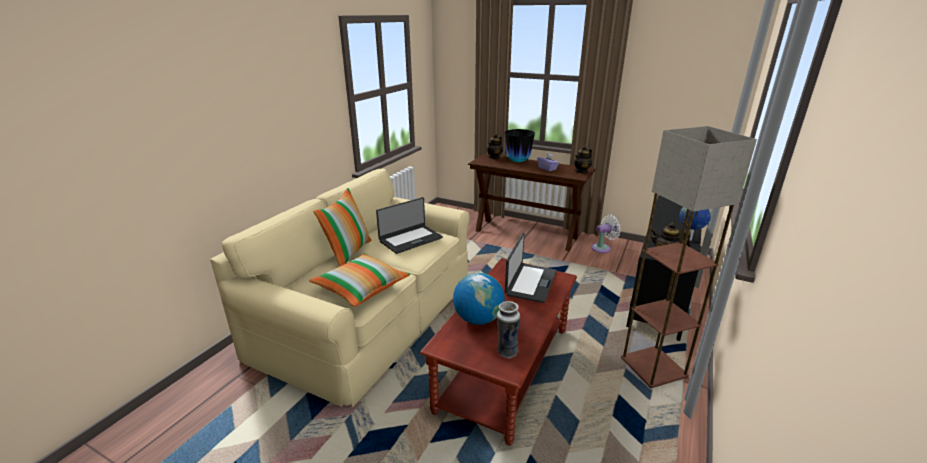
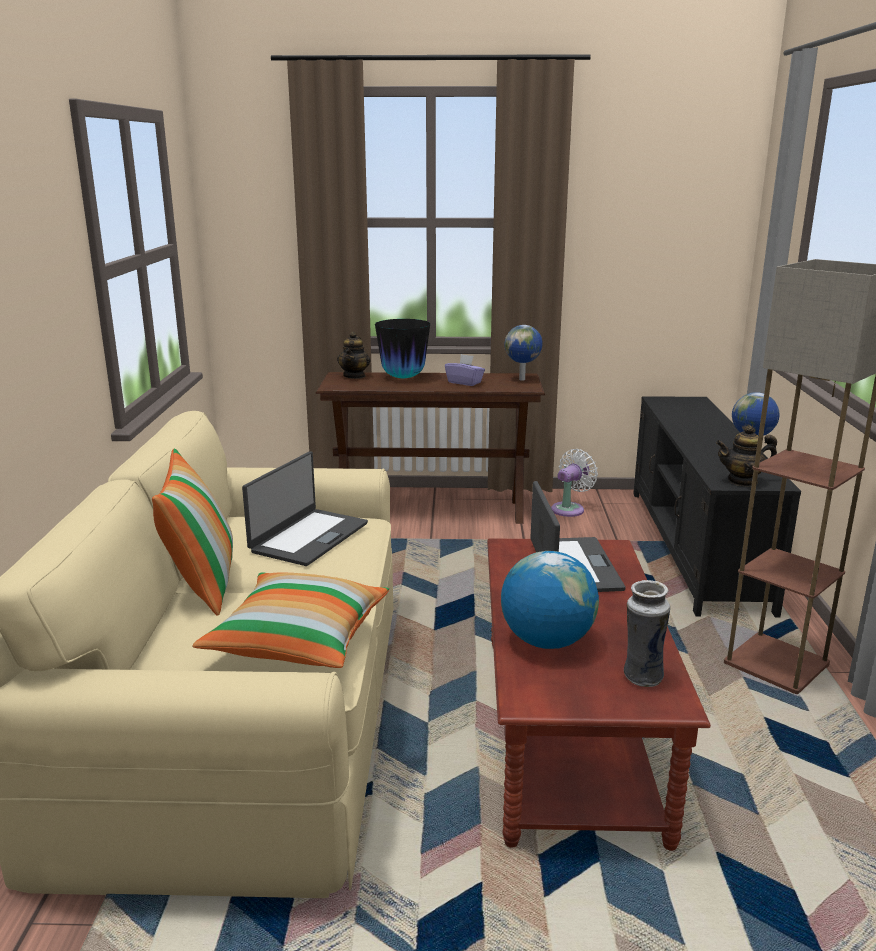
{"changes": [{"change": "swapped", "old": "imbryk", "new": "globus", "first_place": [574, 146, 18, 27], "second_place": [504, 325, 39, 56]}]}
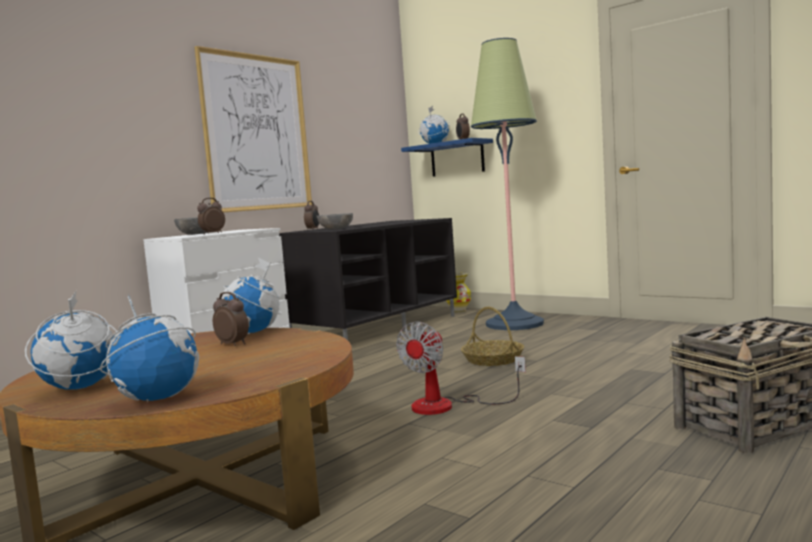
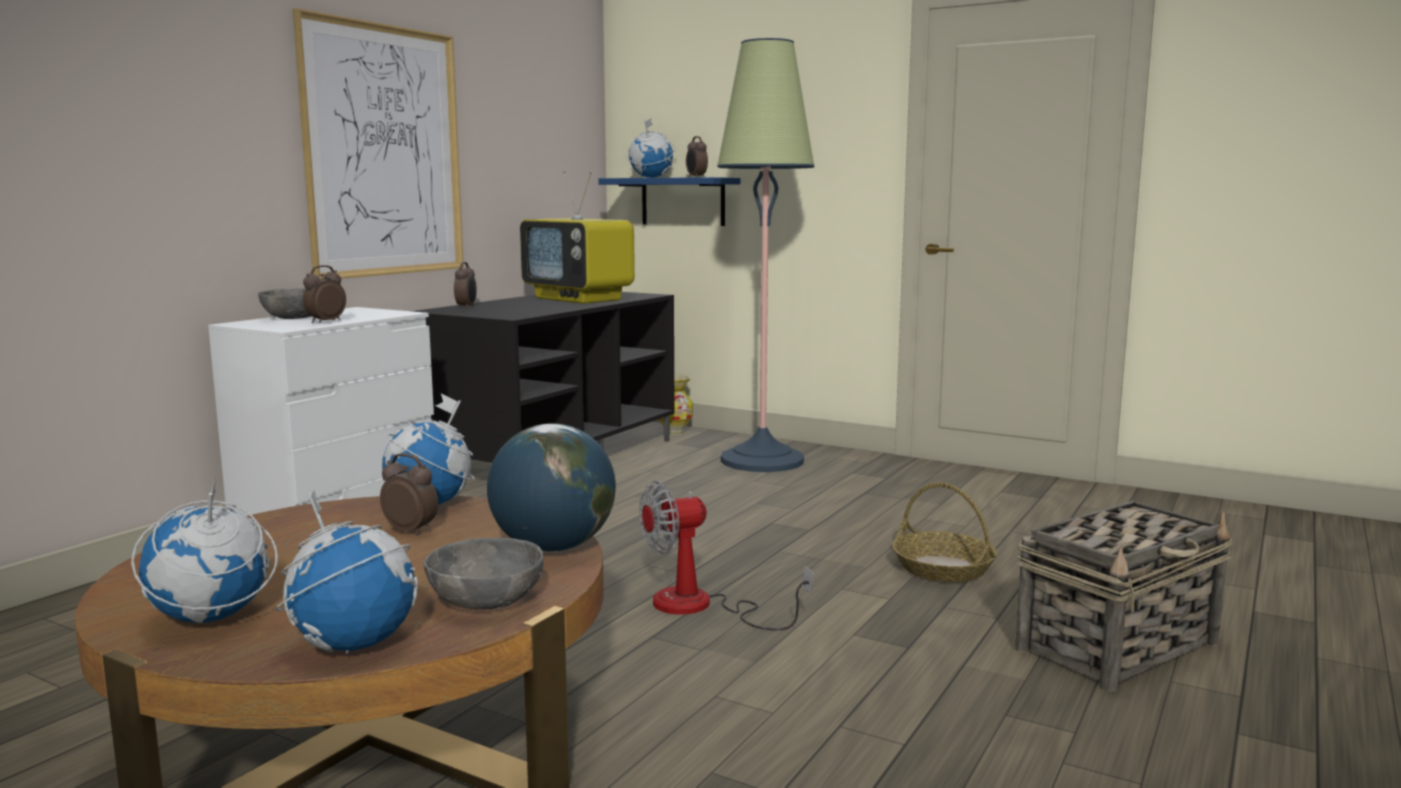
{"changes": [{"change": "shifted", "old": "miska (szary)", "first_place": [317, 213, 36, 16], "second_place": [423, 538, 121, 72]}, {"change": "new", "new": "globus", "second_place": [487, 423, 129, 129]}, {"change": "new", "new": "telewizor", "second_place": [520, 171, 115, 133]}, {"change": "rotated", "old": "wentylator", "first_place": [396, 321, 130, 94], "second_place": [639, 481, 174, 149], "degrees": 45}, {"change": "shifted", "old": "koszyk", "first_place": [461, 307, 63, 59], "second_place": [892, 483, 106, 99]}]}
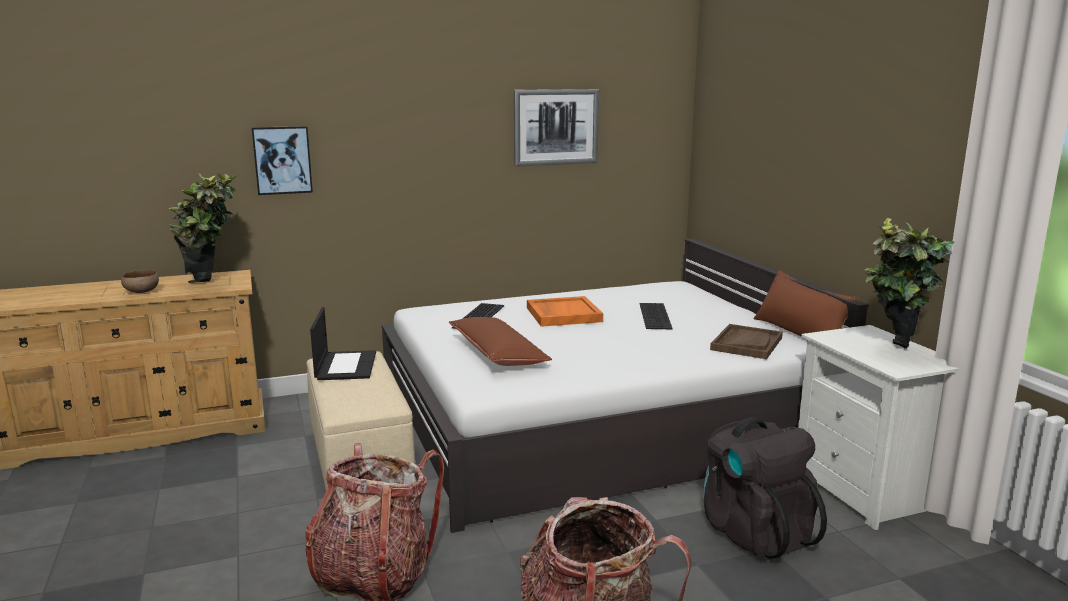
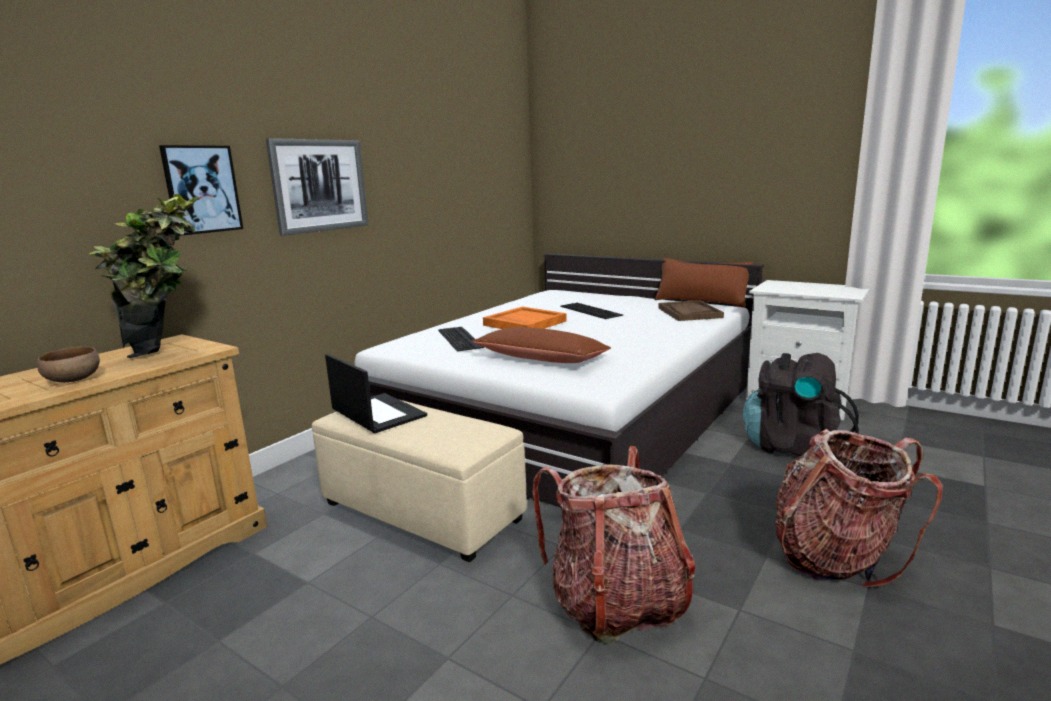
{"changes": [{"change": "shifted", "old": "obraz", "first_place": [514, 89, 85, 77], "second_place": [266, 138, 103, 98]}, {"change": "gone", "old": "roślina doniczkowa", "first_place": [864, 218, 91, 131]}]}
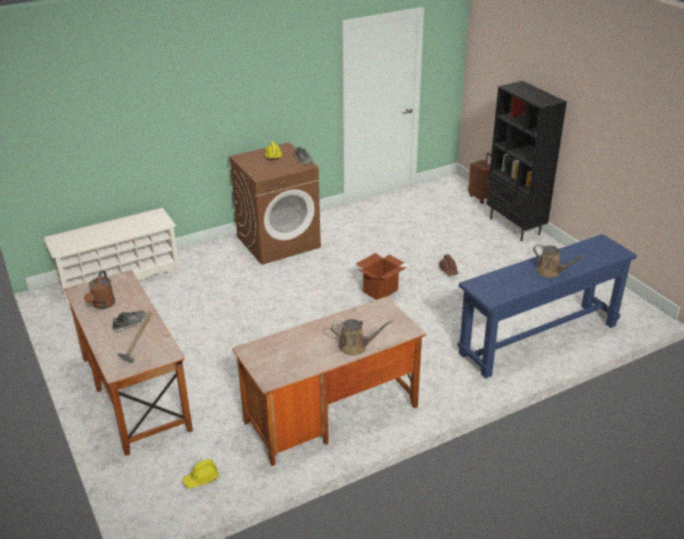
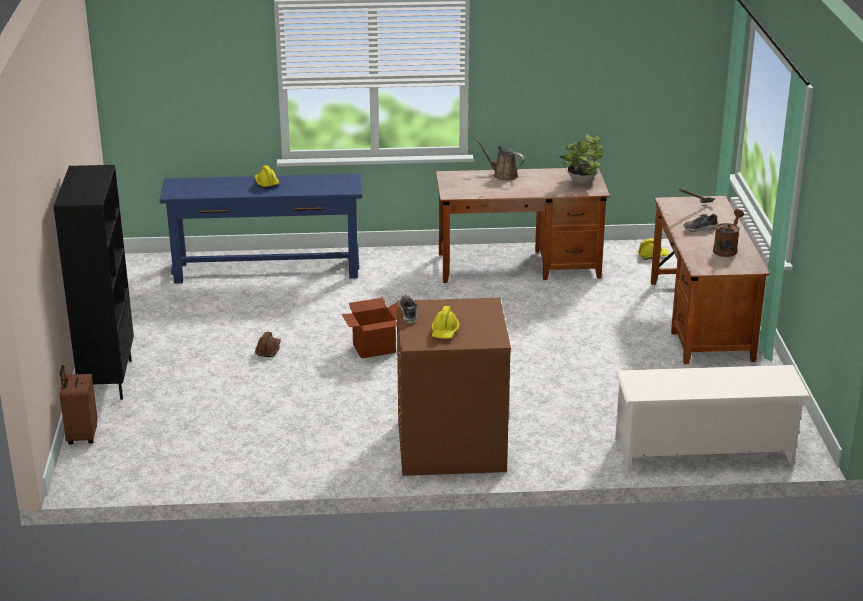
{"changes": [{"change": "swapped", "old": "konewka (brązowy)", "new": "kask (żółty)", "first_place": [533, 244, 53, 34], "second_place": [254, 165, 25, 24]}, {"change": "new", "new": "roślina doniczkowa", "second_place": [560, 134, 43, 50]}]}
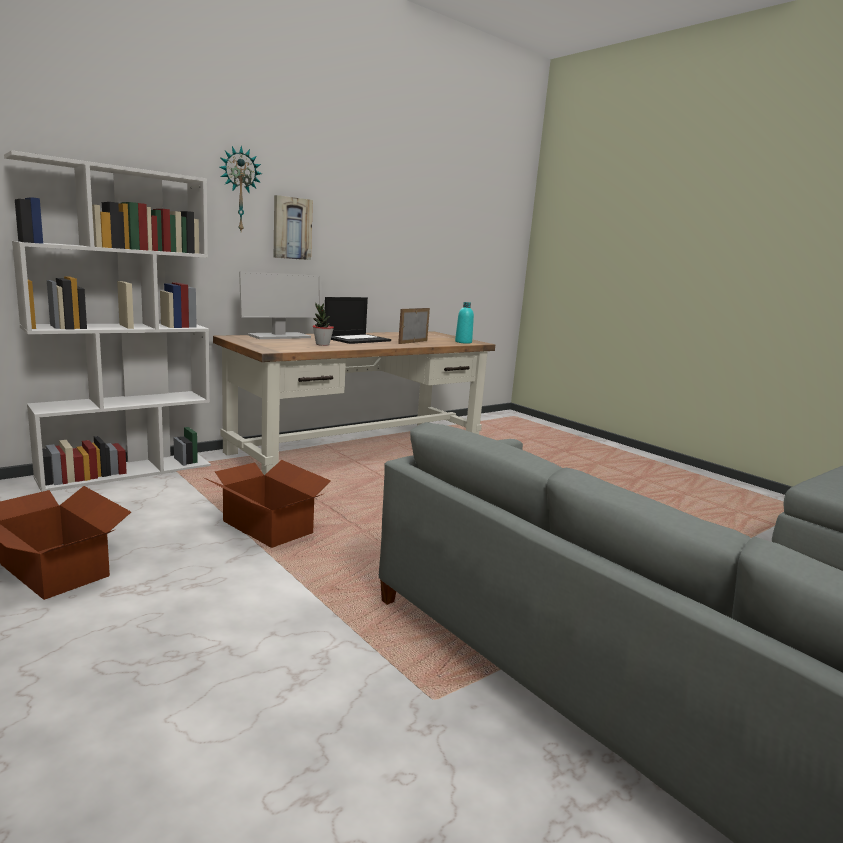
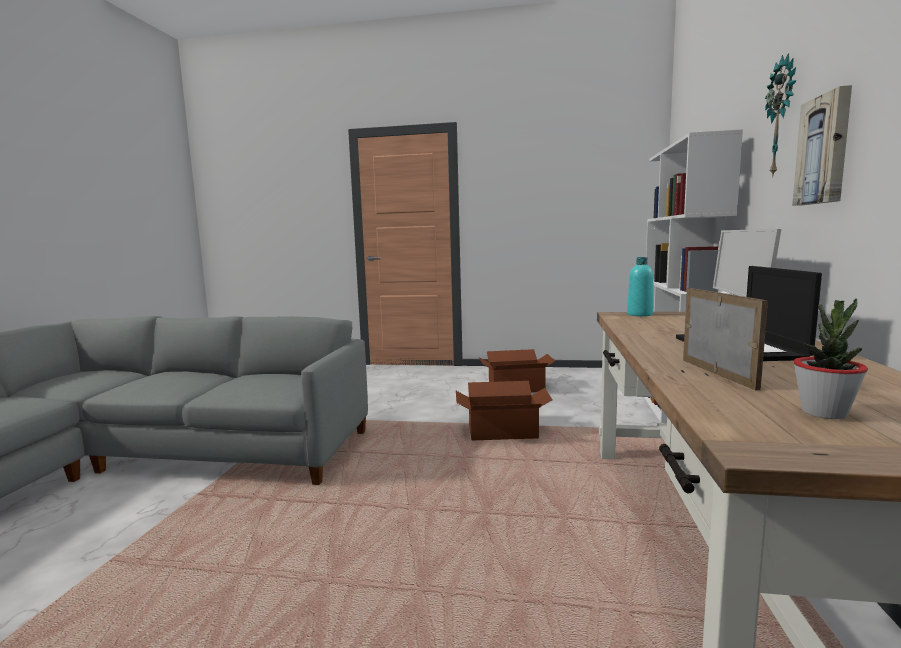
{"changes": [{"change": "shifted", "old": "butelka (turkusowy)", "first_place": [455, 302, 19, 42], "second_place": [627, 257, 26, 59]}, {"change": "shifted", "old": "roślina doniczkowa", "first_place": [313, 303, 21, 43], "second_place": [793, 298, 75, 121]}]}
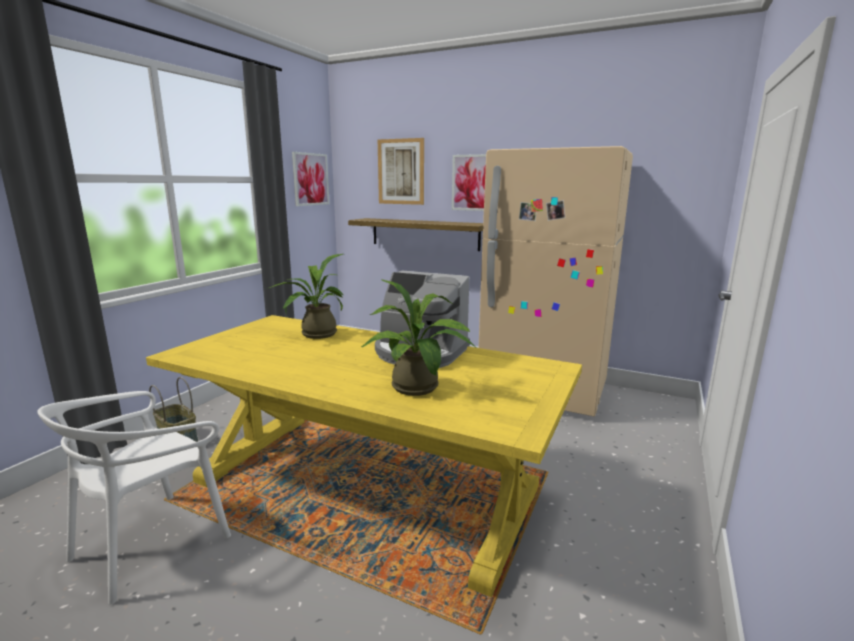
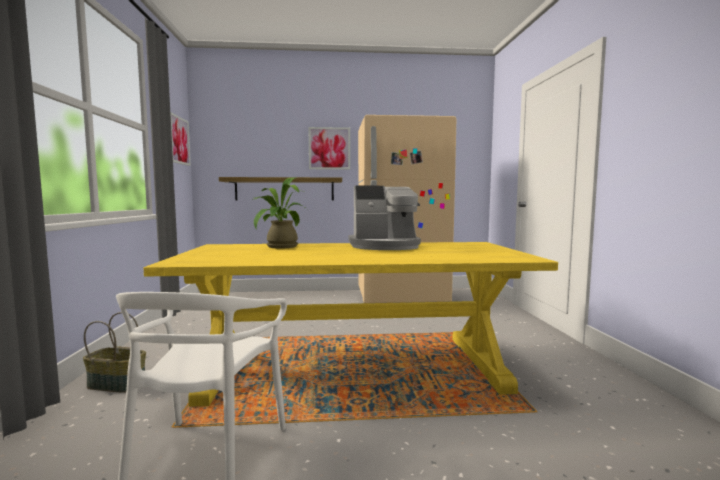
{"changes": [{"change": "gone", "old": "roślina doniczkowa", "first_place": [361, 279, 114, 117]}, {"change": "gone", "old": "obraz", "first_place": [378, 138, 46, 67]}]}
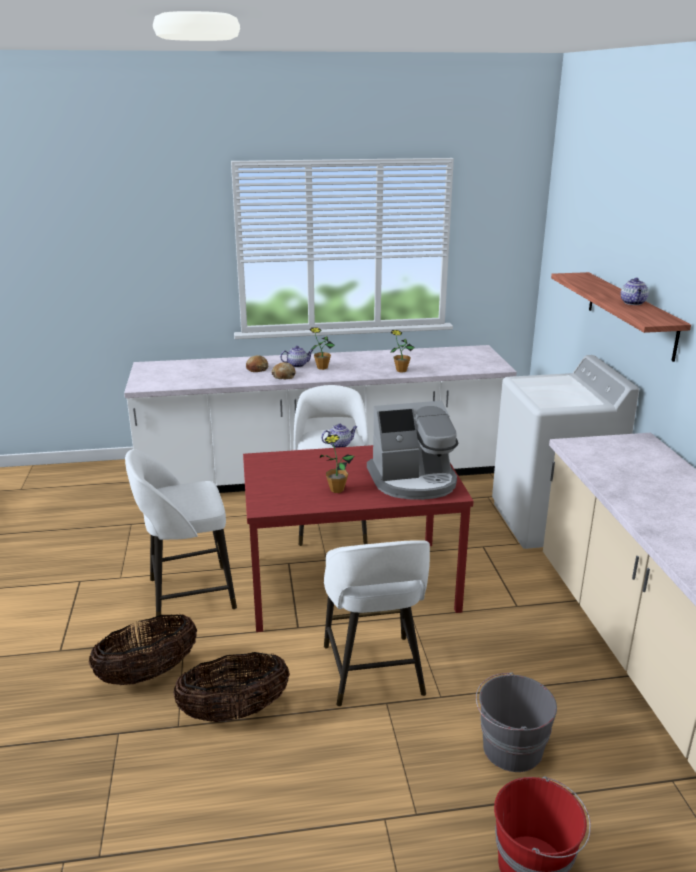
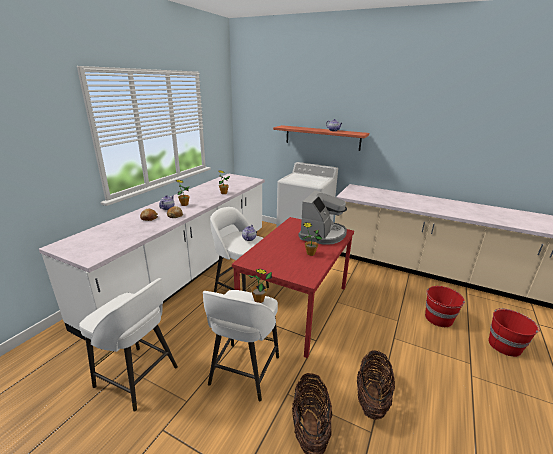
{"changes": [{"change": "shifted", "old": "stołek (biały)", "first_place": [324, 540, 106, 166], "second_place": [79, 278, 99, 133]}, {"change": "new", "new": "roślina doniczkowa", "second_place": [248, 269, 24, 34]}, {"change": "repainted", "old": "wiadro (szary)", "new": "wiadro (czerwony)", "first_place": [476, 672, 81, 100], "second_place": [425, 286, 40, 41]}]}
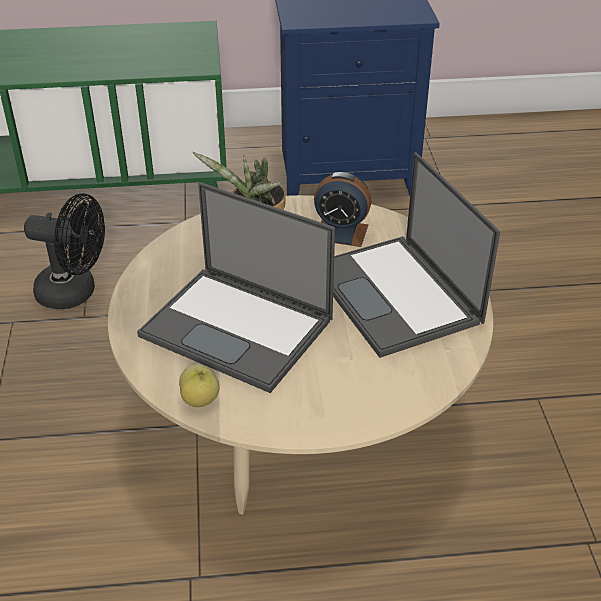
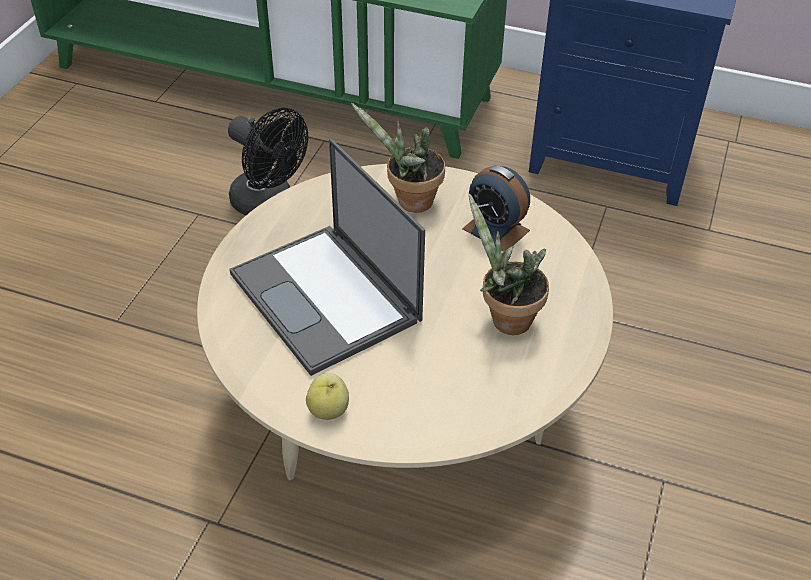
{"changes": [{"change": "shifted", "old": "jabłko", "first_place": [179, 364, 40, 43], "second_place": [306, 373, 43, 47]}, {"change": "swapped", "old": "laptop", "new": "roślina doniczkowa", "first_place": [333, 152, 167, 206], "second_place": [469, 194, 80, 141]}]}
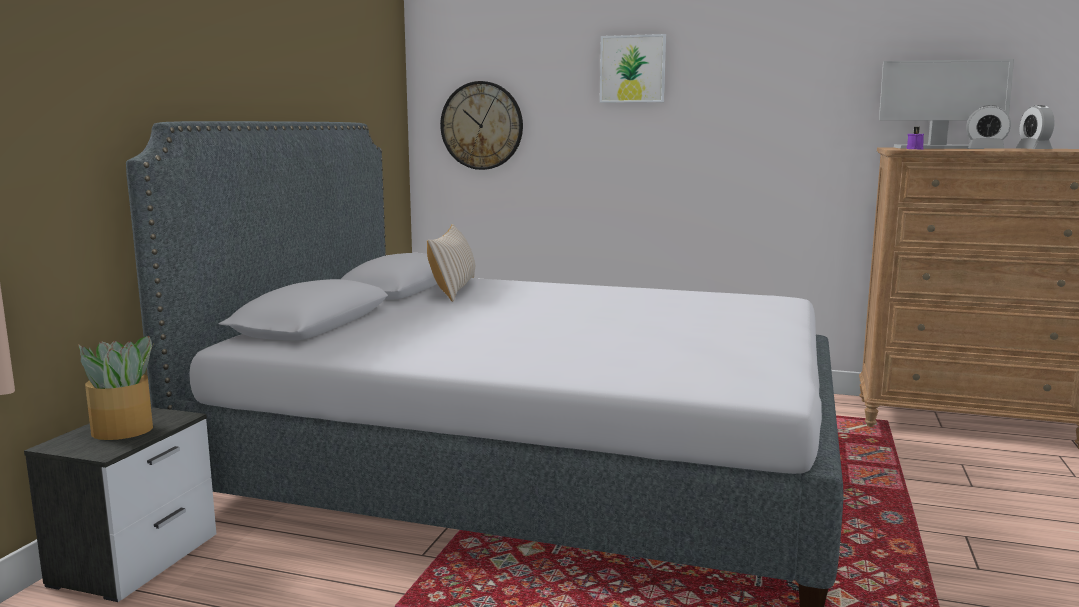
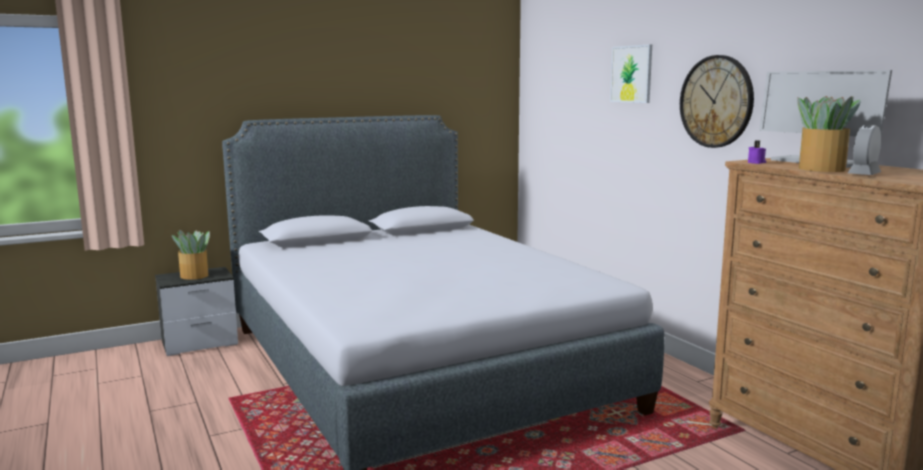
{"changes": [{"change": "shifted", "old": "zegar ścienny", "first_place": [440, 81, 83, 89], "second_place": [680, 55, 74, 93]}, {"change": "swapped", "old": "budzik", "new": "roślina doniczkowa", "first_place": [966, 105, 45, 44], "second_place": [797, 96, 63, 76]}, {"change": "gone", "old": "poduszka (beżowy)", "first_place": [427, 224, 48, 78]}]}
